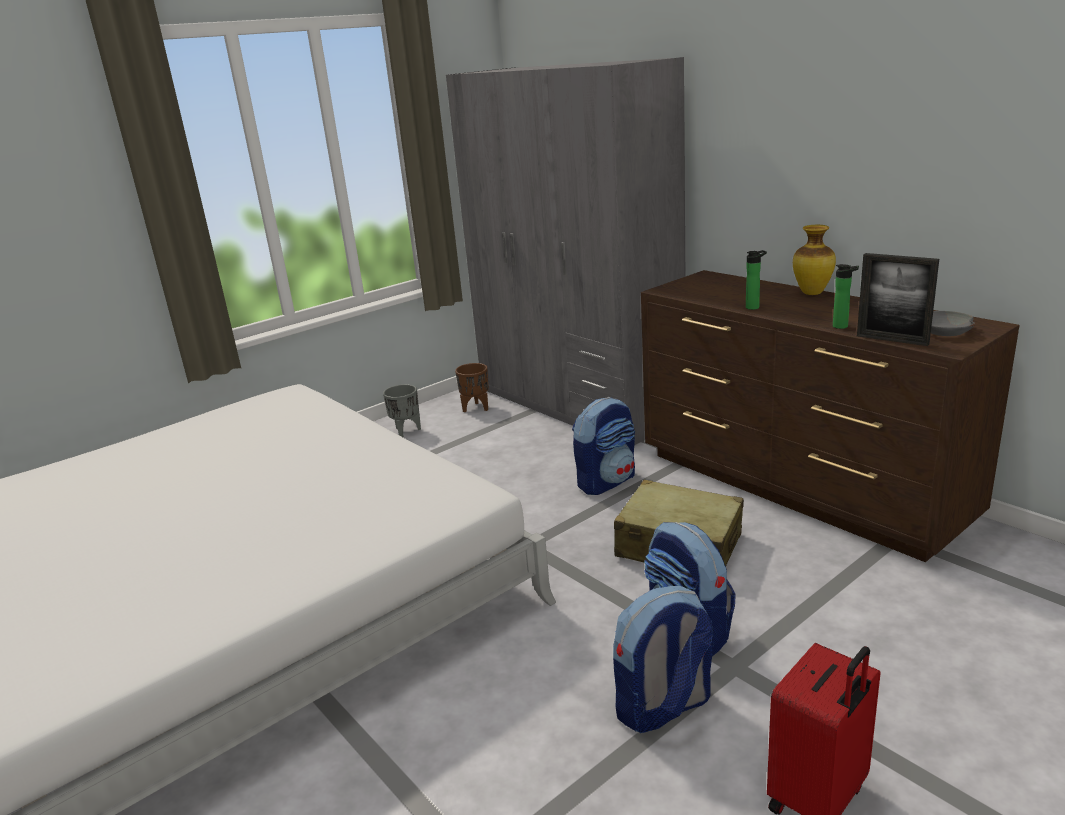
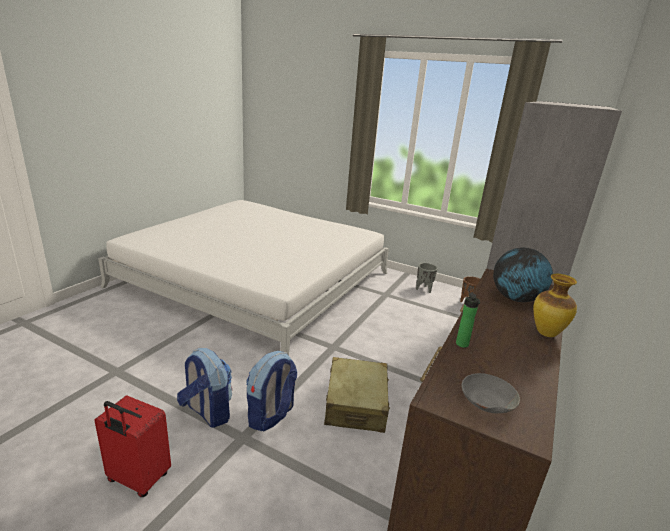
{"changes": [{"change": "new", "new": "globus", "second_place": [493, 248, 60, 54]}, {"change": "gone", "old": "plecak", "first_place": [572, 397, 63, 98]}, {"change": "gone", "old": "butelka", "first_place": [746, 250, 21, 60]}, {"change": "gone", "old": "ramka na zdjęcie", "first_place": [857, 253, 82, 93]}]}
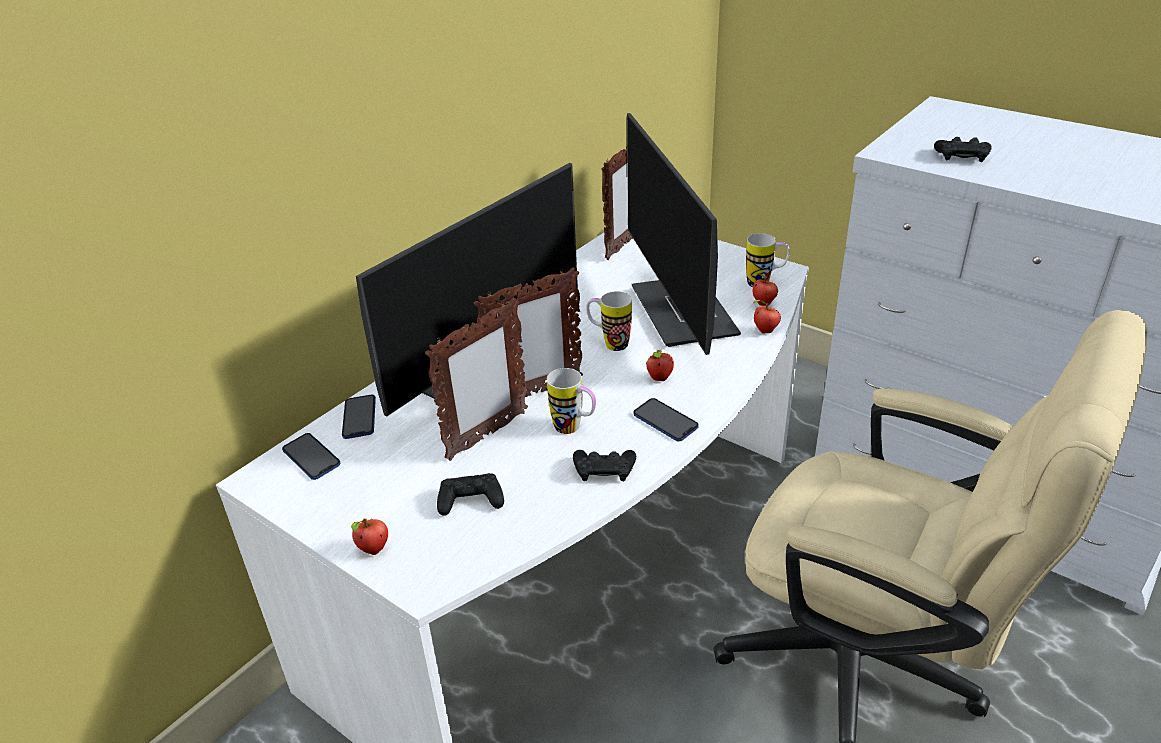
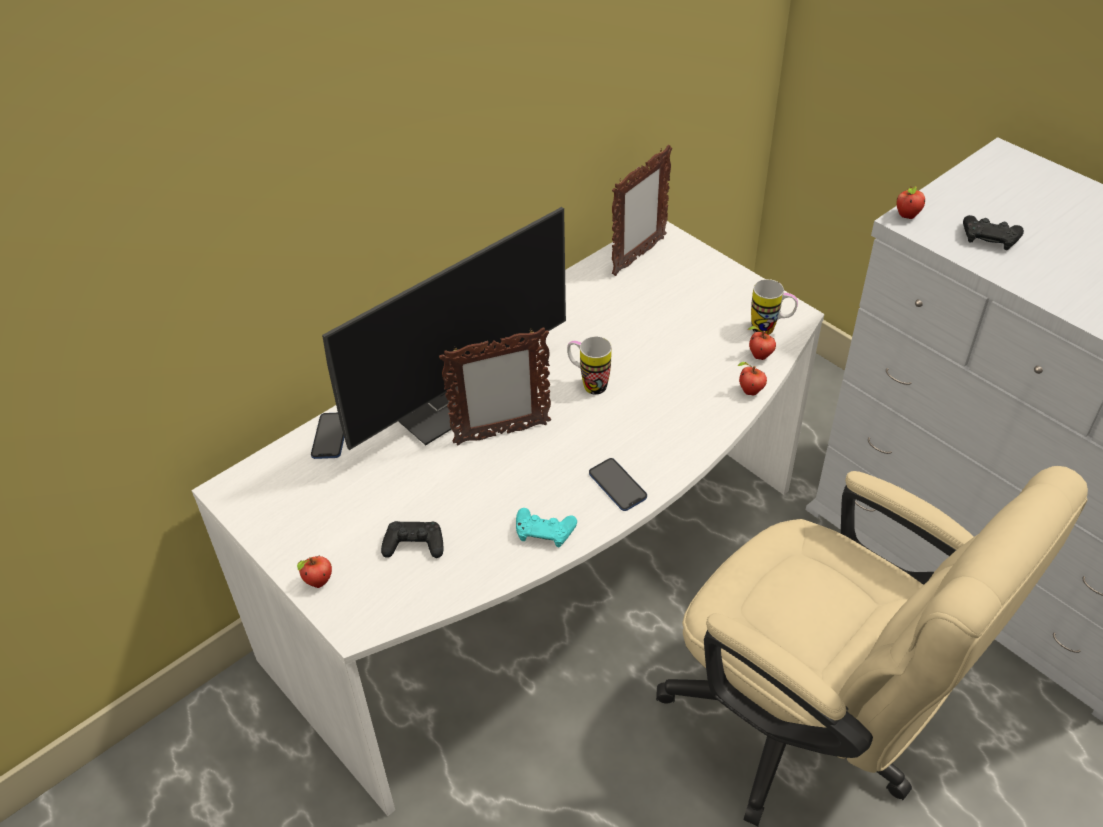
{"changes": [{"change": "repainted", "old": "pad do gier (czarny)", "new": "pad do gier (turkusowy)", "first_place": [573, 450, 63, 31], "second_place": [516, 508, 61, 39]}, {"change": "shifted", "old": "jabłko", "first_place": [646, 350, 28, 31], "second_place": [897, 186, 28, 33]}, {"change": "gone", "old": "telefon", "first_place": [282, 433, 58, 47]}, {"change": "gone", "old": "ramka na zdjęcie", "first_place": [425, 298, 103, 163]}, {"change": "gone", "old": "kubek", "first_place": [547, 368, 49, 66]}, {"change": "gone", "old": "monitor", "first_place": [627, 113, 114, 242]}]}
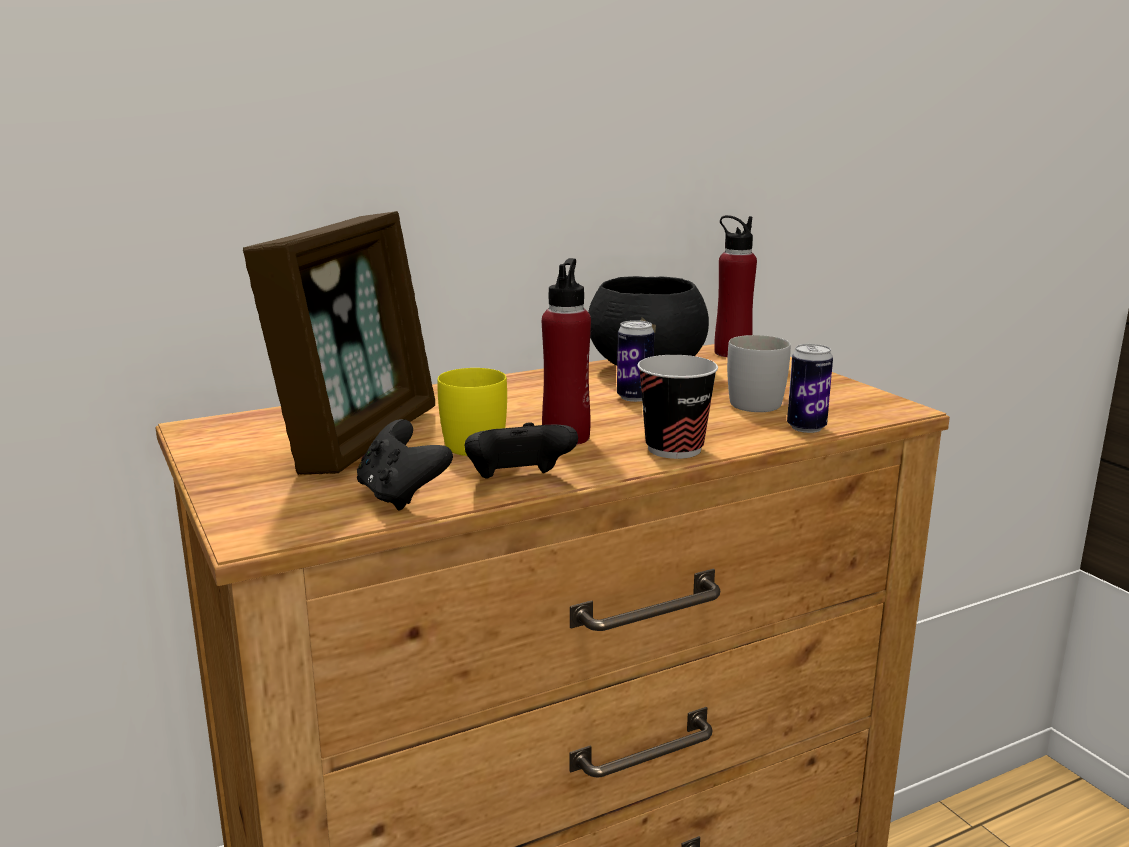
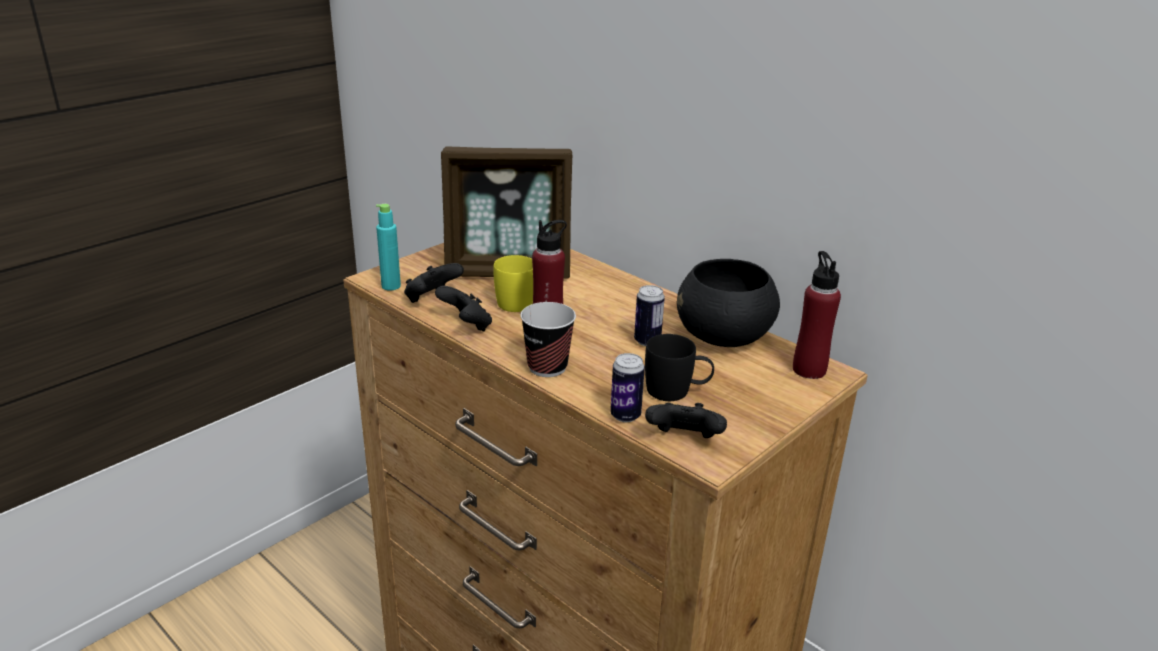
{"changes": [{"change": "new", "new": "butelka (turkusowy)", "second_place": [376, 204, 25, 86]}, {"change": "repainted", "old": "kubek (biały)", "new": "kubek (czarny)", "first_place": [727, 335, 64, 77], "second_place": [645, 334, 69, 67]}, {"change": "new", "new": "pad do gier (czarny)", "second_place": [645, 403, 82, 35]}]}
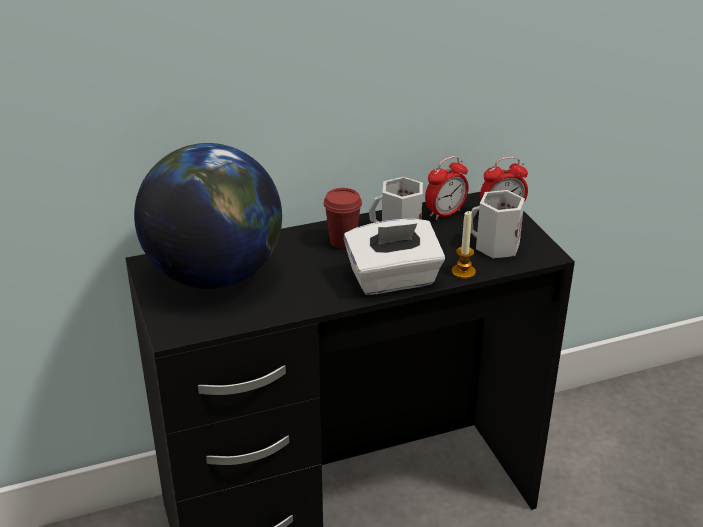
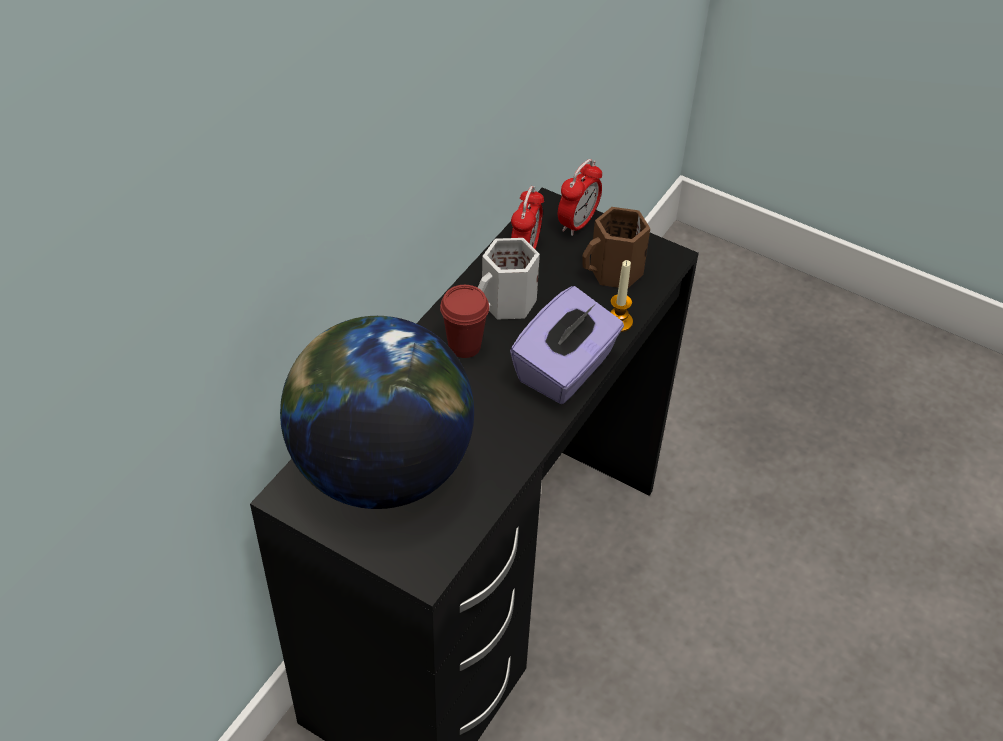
{"changes": [{"change": "repainted", "old": "pudełko chusteczek (biały)", "new": "pudełko chusteczek (fioletowy)", "first_place": [344, 219, 101, 76], "second_place": [510, 286, 114, 118]}, {"change": "repainted", "old": "kubek (biały)", "new": "kubek (brązowy)", "first_place": [471, 190, 54, 68], "second_place": [582, 207, 68, 81]}]}
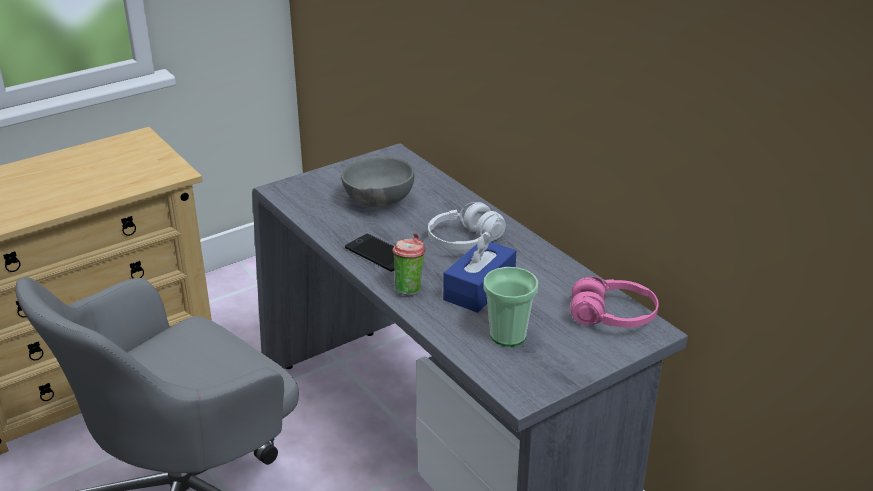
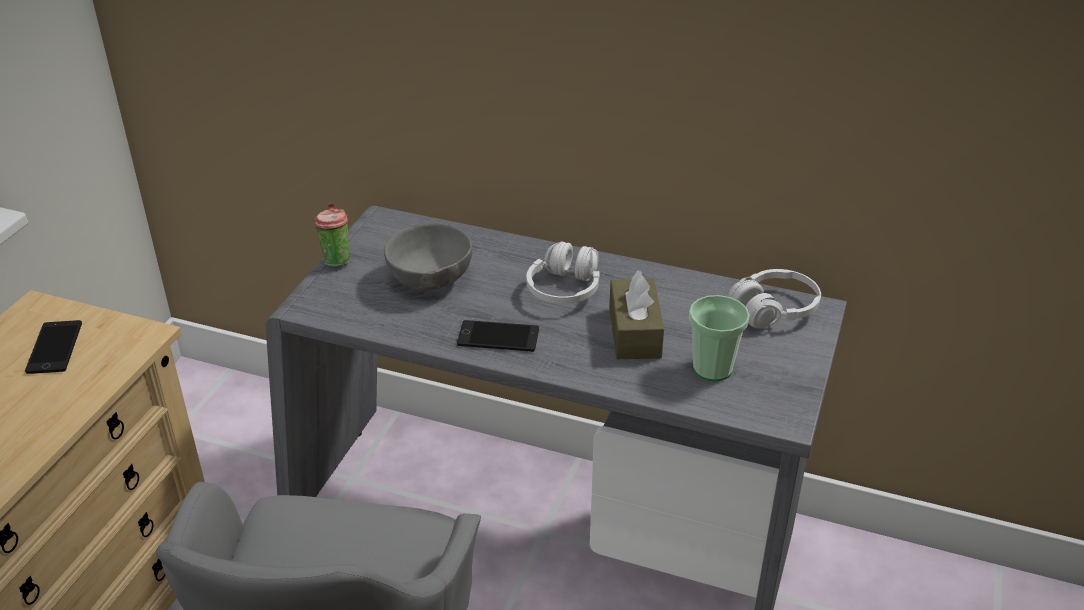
{"changes": [{"change": "new", "new": "telefon", "second_place": [25, 320, 57, 54]}, {"change": "shifted", "old": "filiżanka", "first_place": [392, 233, 33, 63], "second_place": [314, 203, 36, 64]}, {"change": "repainted", "old": "pudełko chusteczek (niebieski)", "new": "pudełko chusteczek (brązowy)", "first_place": [443, 232, 73, 81], "second_place": [609, 270, 55, 89]}, {"change": "repainted", "old": "słuchawki (różowy)", "new": "słuchawki (biały)", "first_place": [570, 276, 89, 51], "second_place": [728, 269, 93, 60]}]}
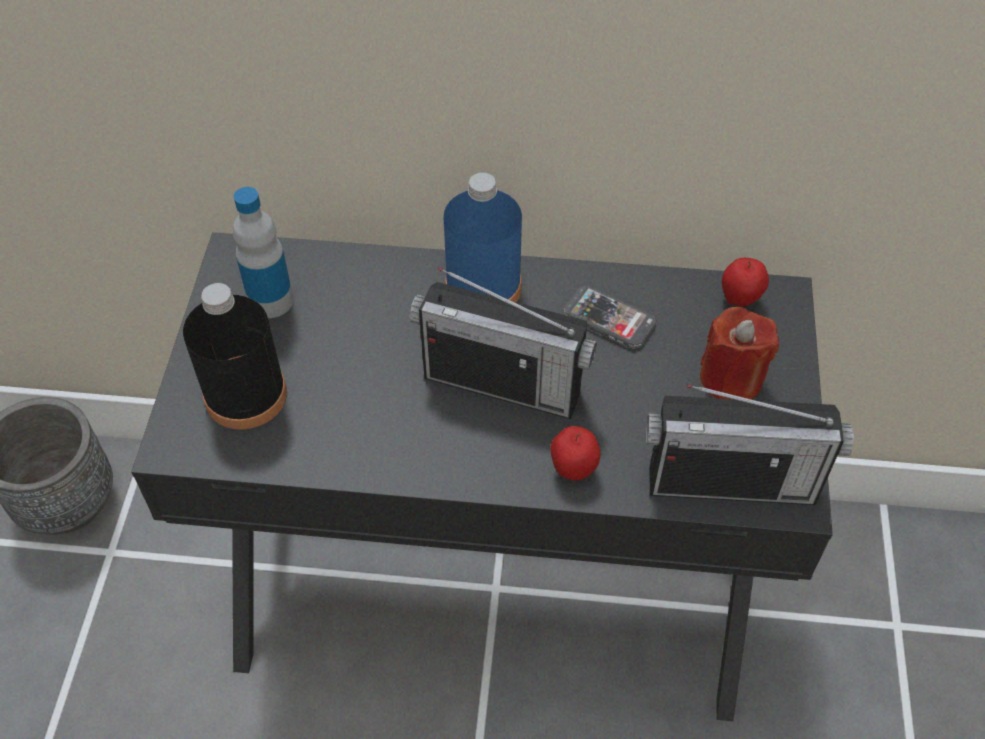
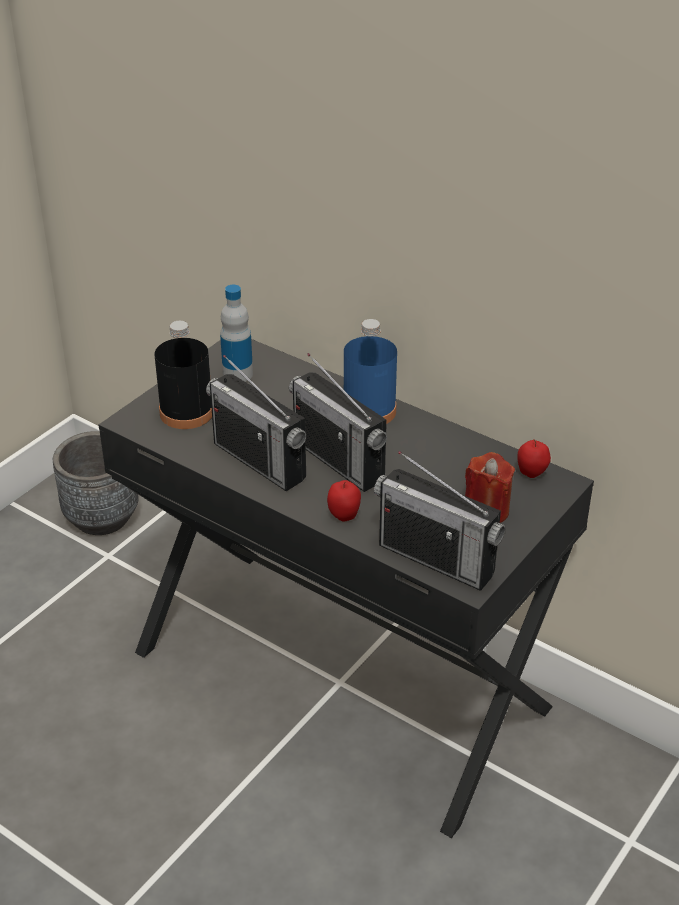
{"changes": [{"change": "new", "new": "radio", "second_place": [206, 355, 100, 136]}, {"change": "gone", "old": "telefon", "first_place": [563, 286, 93, 63]}]}
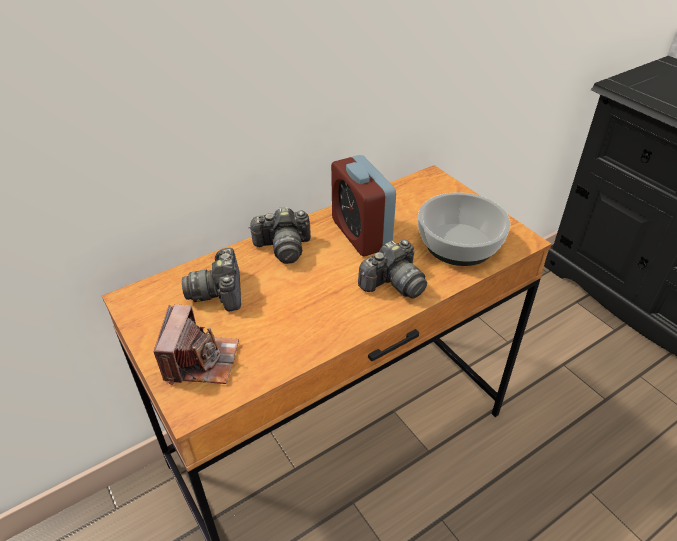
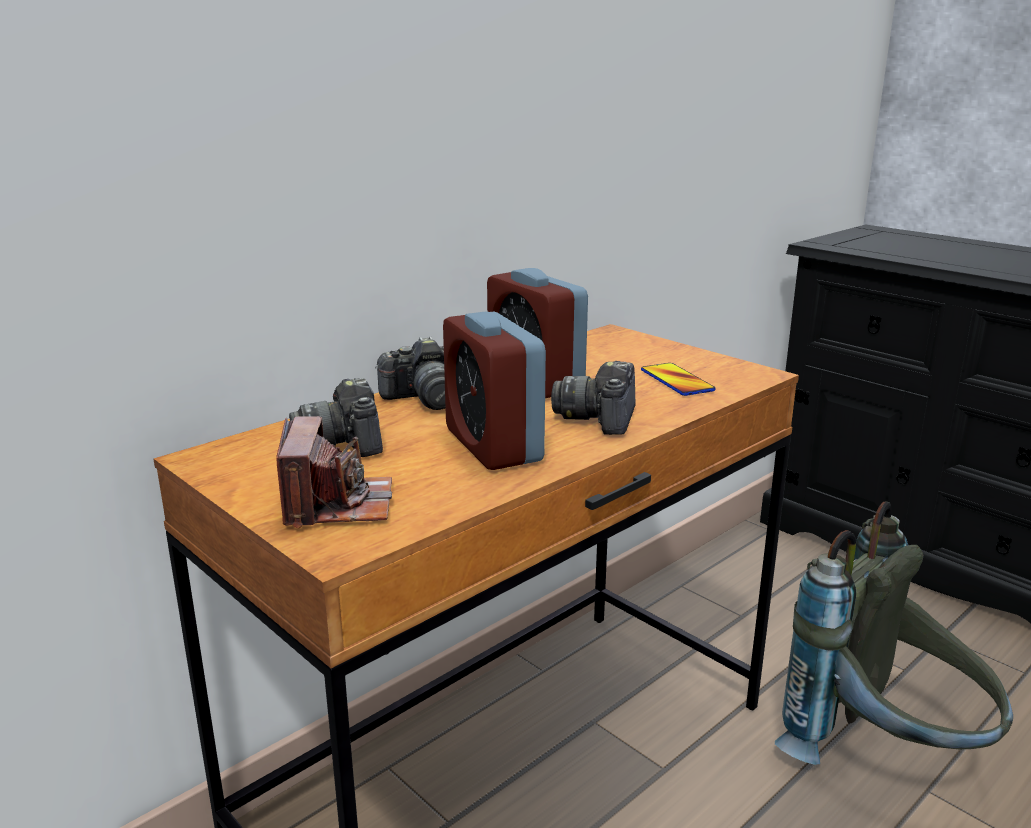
{"changes": [{"change": "new", "new": "budzik", "second_place": [443, 311, 103, 159]}, {"change": "rotated", "old": "aparat fotograficzny", "first_place": [358, 239, 69, 60], "second_place": [551, 361, 85, 74], "degrees": 150}, {"change": "swapped", "old": "miska", "new": "telefon", "first_place": [418, 192, 93, 74], "second_place": [641, 363, 74, 33]}, {"change": "new", "new": "plecak (szary)", "second_place": [775, 502, 238, 263]}]}
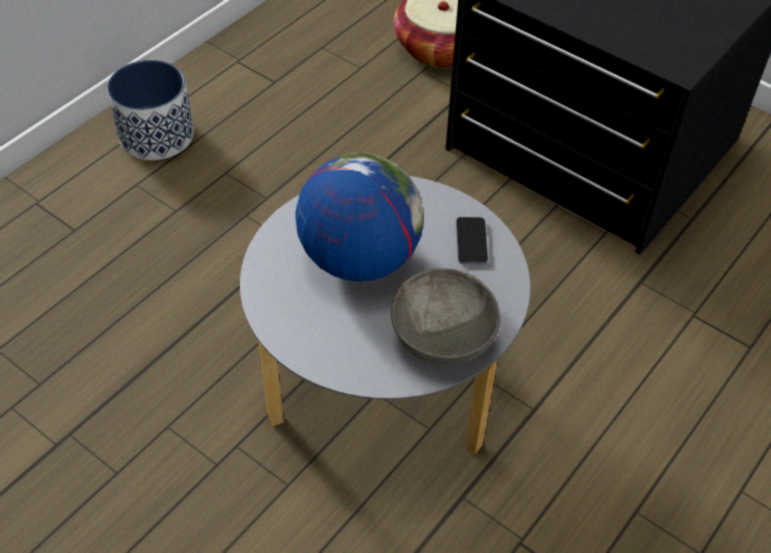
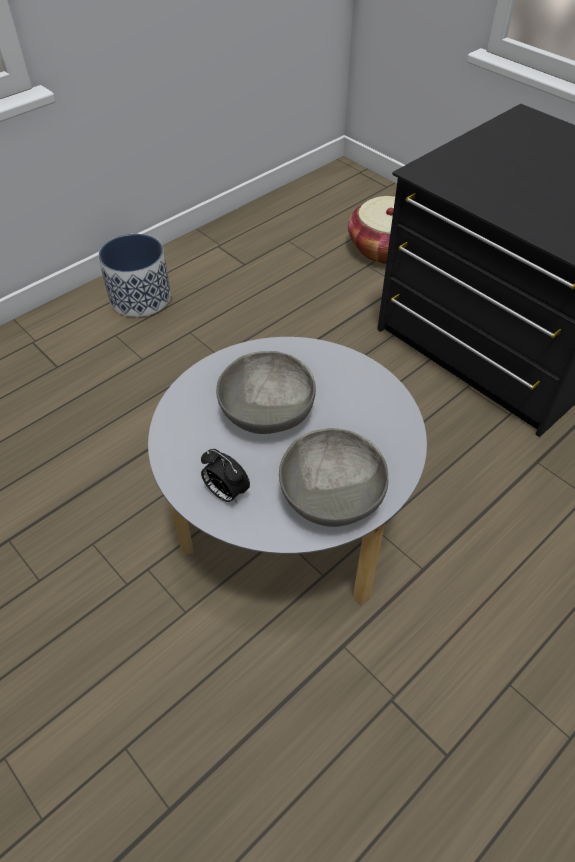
{"changes": [{"change": "new", "new": "budzik", "second_place": [201, 449, 49, 55]}, {"change": "swapped", "old": "globus", "new": "miska (szary)", "first_place": [295, 153, 129, 129], "second_place": [216, 351, 100, 83]}, {"change": "gone", "old": "telefon", "first_place": [456, 217, 32, 47]}]}
